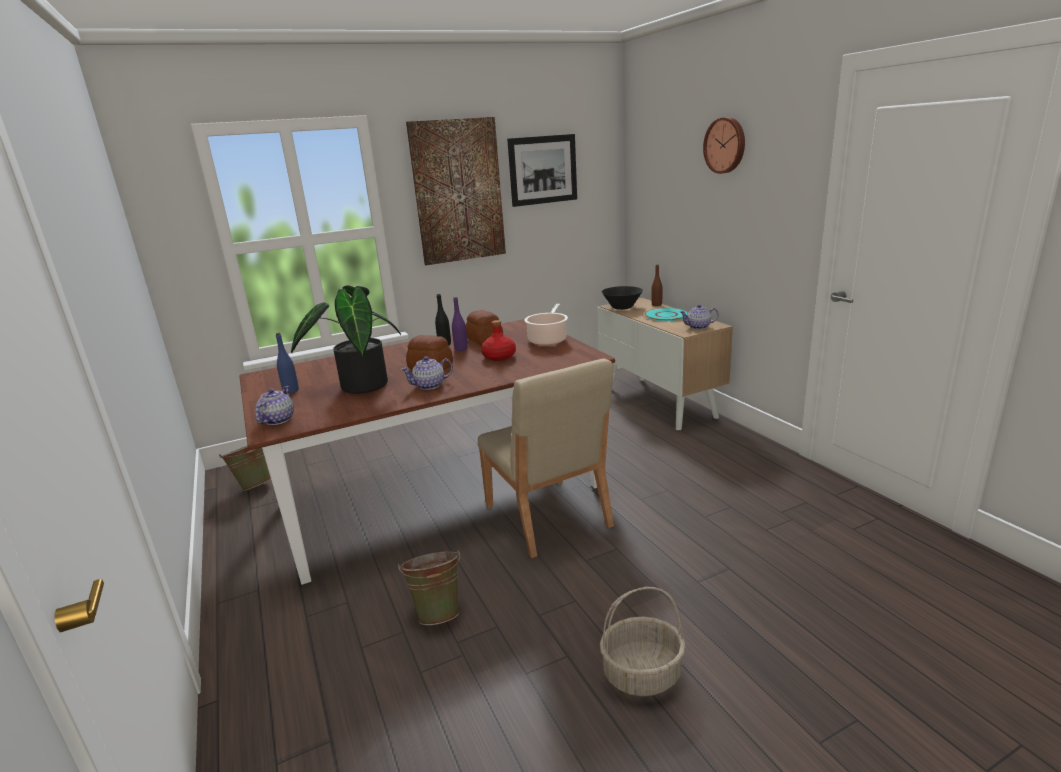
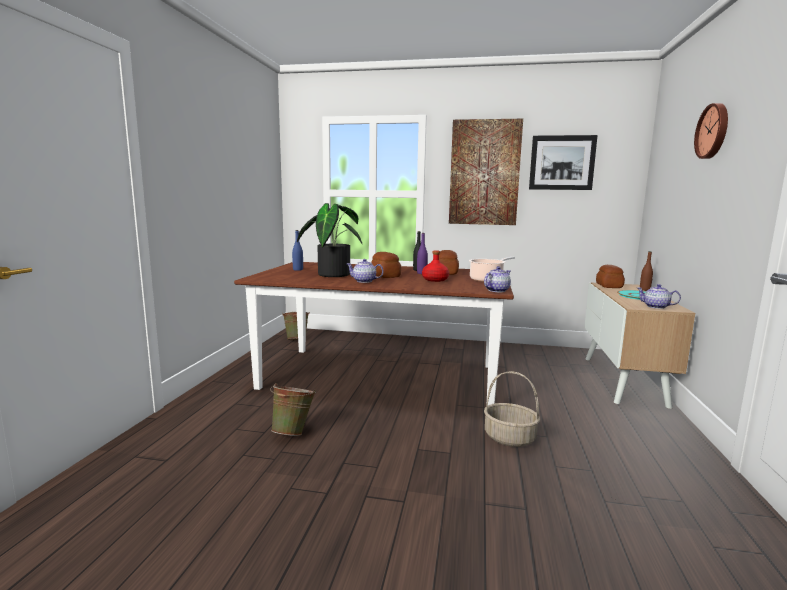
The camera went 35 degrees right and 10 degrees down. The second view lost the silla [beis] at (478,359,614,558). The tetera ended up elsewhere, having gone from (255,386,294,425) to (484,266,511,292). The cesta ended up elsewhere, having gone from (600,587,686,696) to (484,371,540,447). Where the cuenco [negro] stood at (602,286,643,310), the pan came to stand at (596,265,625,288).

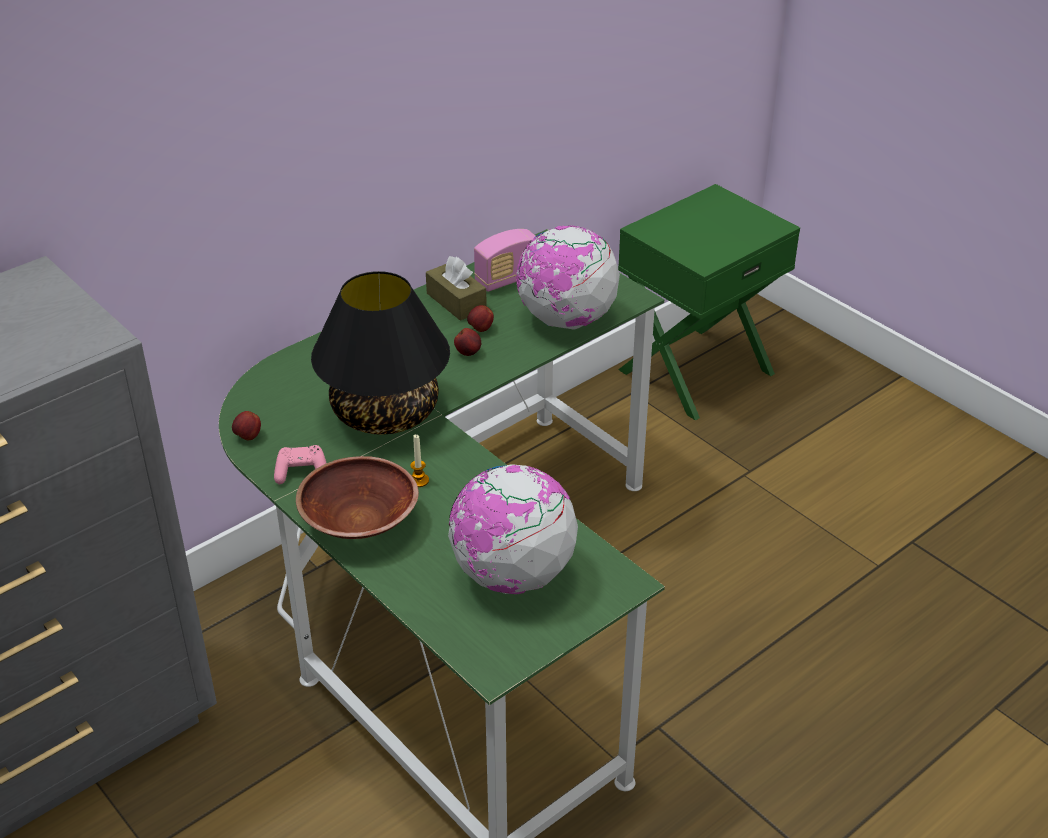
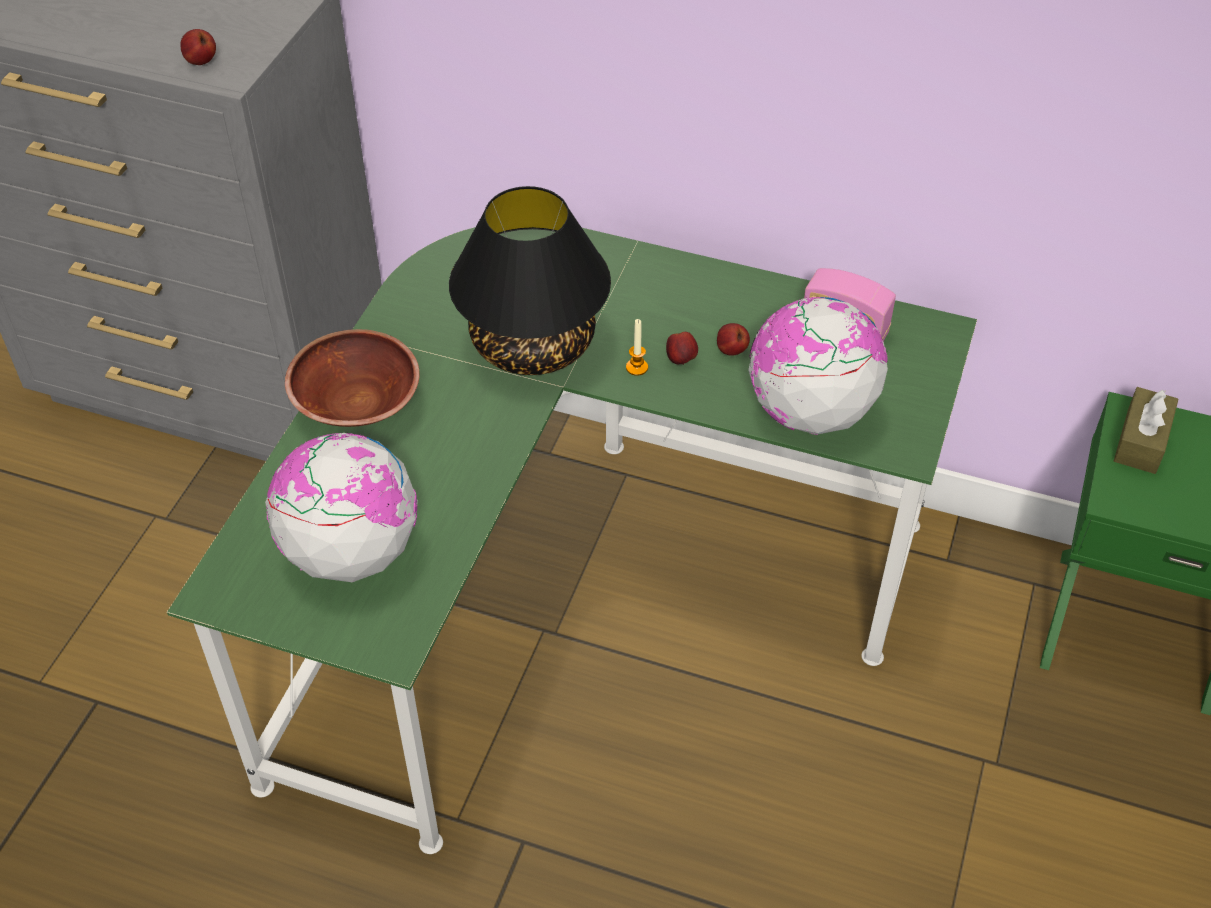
The camera went 60 degrees right and 10 degrees up. The second view lost the mando de consola [rosa] at (274,445,326,484). The manzana ended up elsewhere, having gone from (232,411,261,440) to (180,29,216,65). The vela ended up elsewhere, having gone from (410,435,429,487) to (626,319,648,376). The caja de pañuelos [marrón] ended up elsewhere, having gone from (426,256,487,321) to (1114,387,1179,474).

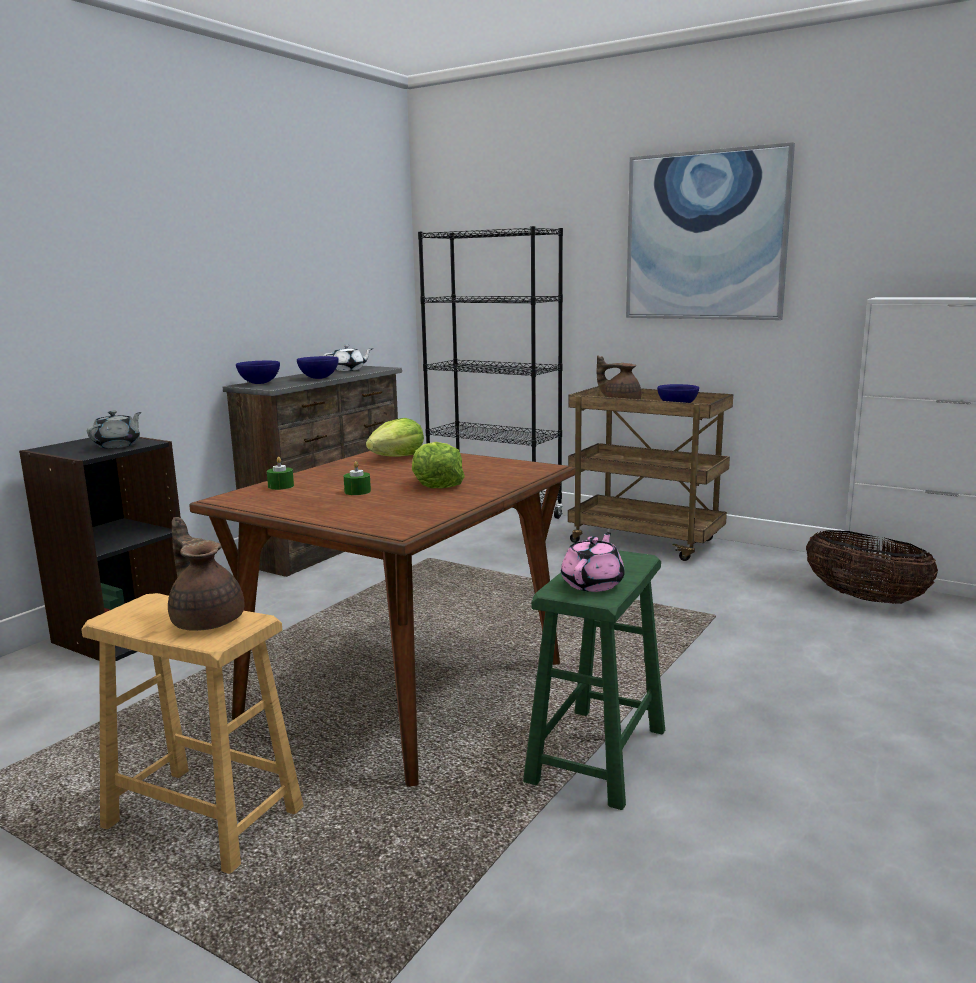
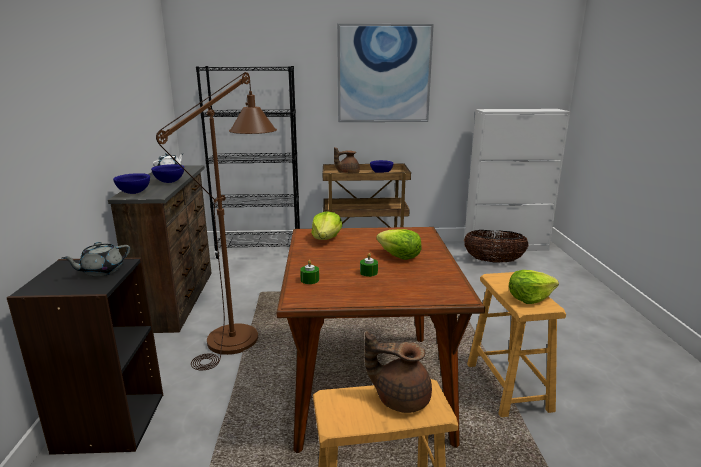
The camera went 35 degrees left and 5 degrees up. The second view gained the lámpara de pie [marrón] at (156,72,277,370). Where the tetera [rosa] stood at (561,532,625,592), the lechuga came to stand at (509,270,559,304). What was the taburete [verde] at (523,550,665,810) turned into the taburete [marrón] at (467,272,566,417). The tetera [gris] at (87,411,141,448) ended up facing another way, 120 degrees counterclockwise from before.

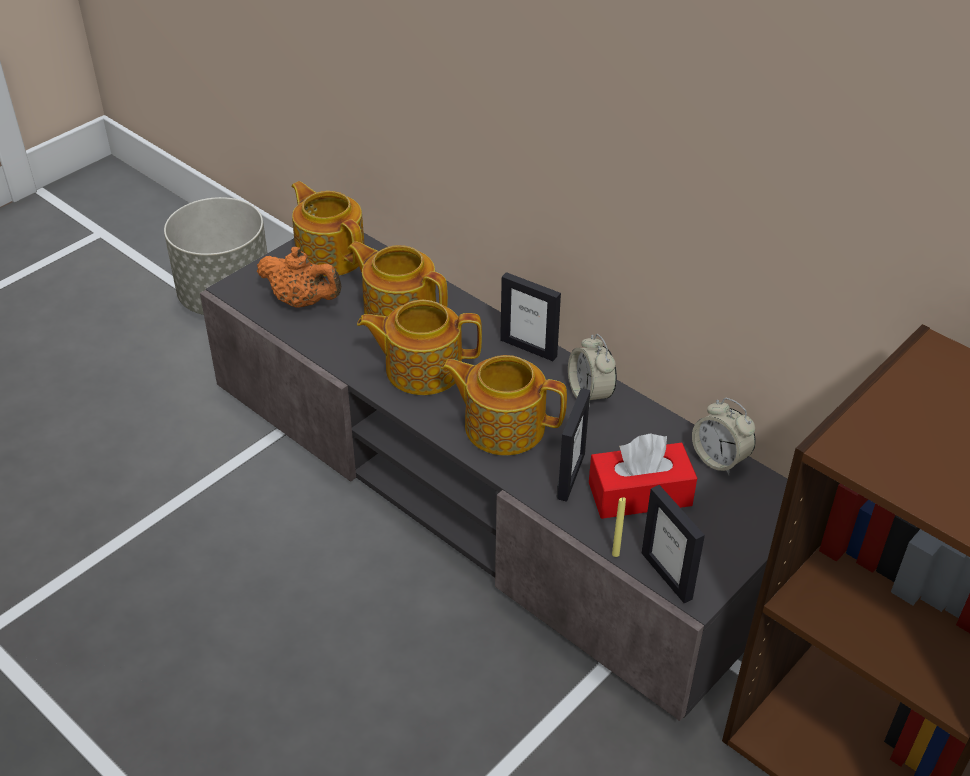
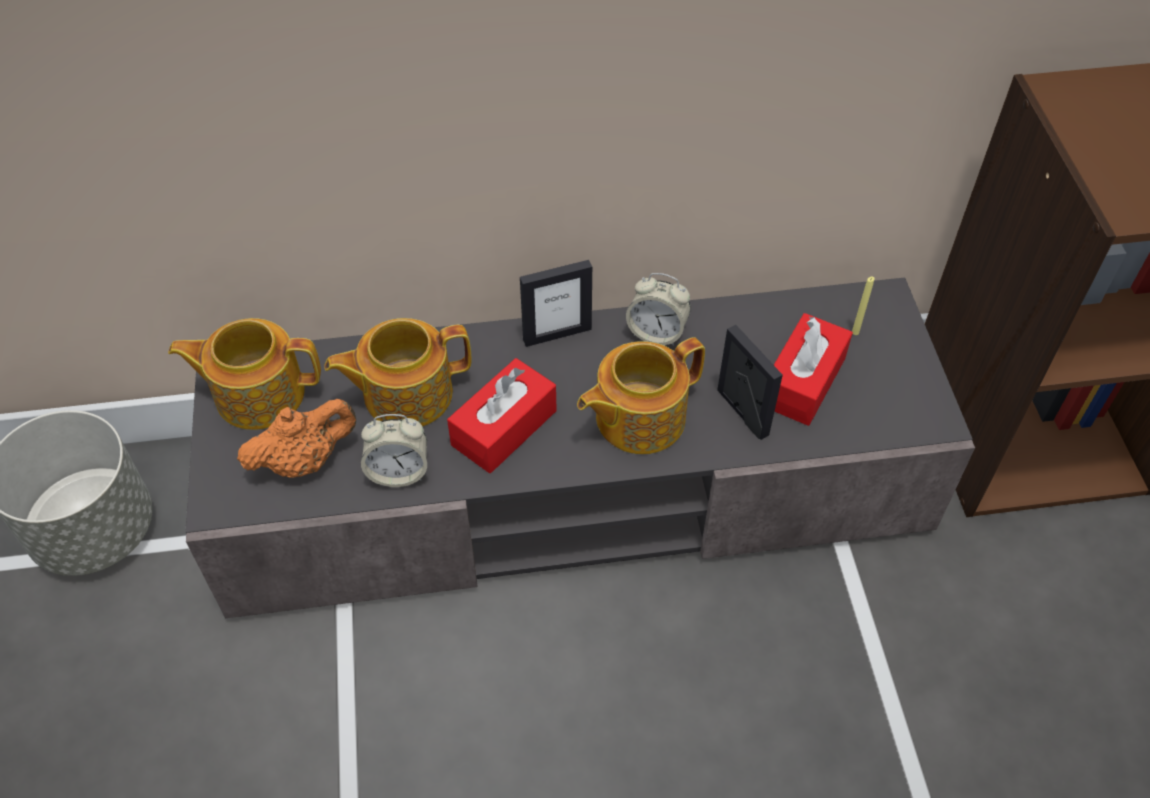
The camera went 50 degrees left and 10 degrees up. The second view lost the portarretratos at (642,485,705,603). The vela [amarillo] ended up elsewhere, having gone from (612,497,626,557) to (852,277,875,335). The despertador ended up elsewhere, having gone from (692,398,756,475) to (361,414,427,487). Where the tetera stood at (357,300,482,395), the caja de pañuelos [rojo] came to stand at (447,358,557,473).

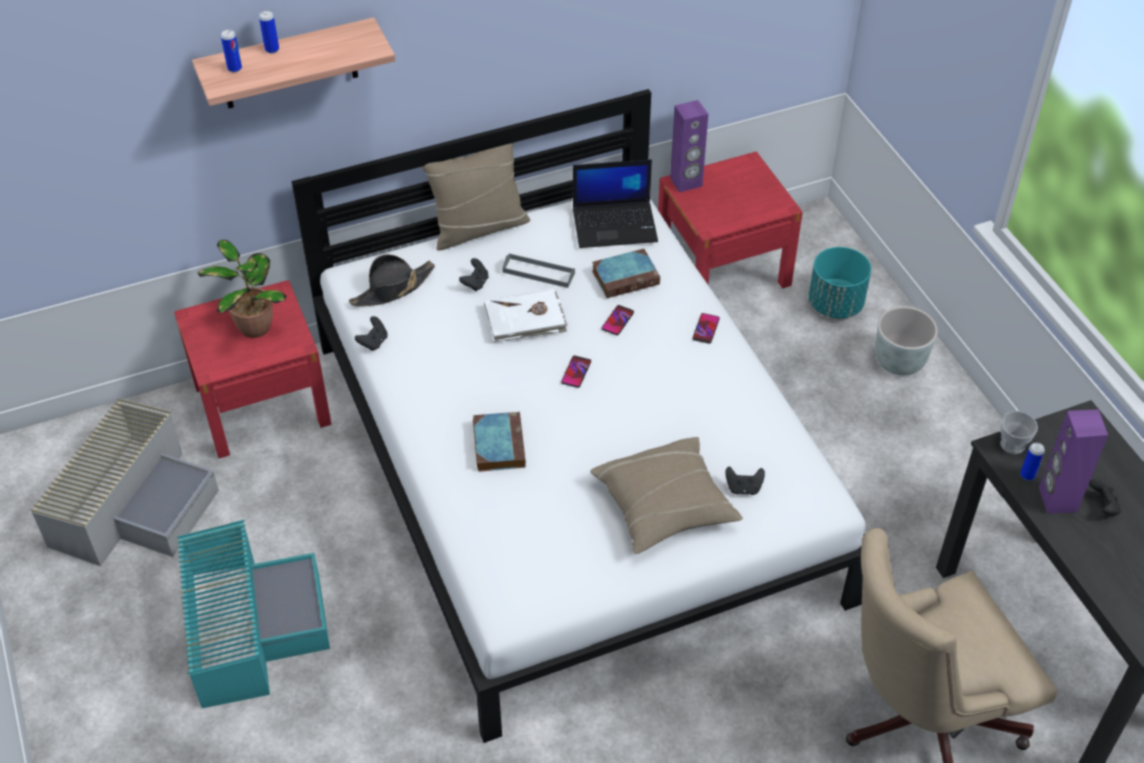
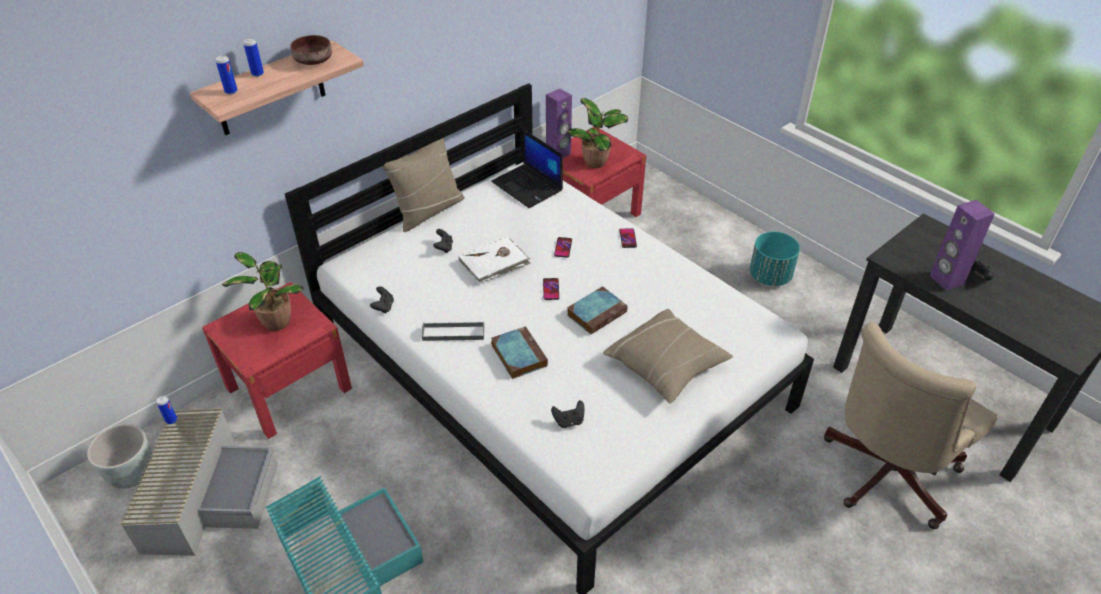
The camera went 20 degrees left and 5 degrees down. The second view lost the sombrero [negro] at (349,254,435,306). The second view lost the taza at (1000,411,1038,454). The second view gained the cuenco [marrón] at (290,35,332,65). The second view gained the planta en maceta at (567,98,628,168). The bandeja [gris] ended up elsewhere, having gone from (502,253,575,288) to (422,322,484,341). The libro ended up elsewhere, having gone from (592,249,660,298) to (567,286,628,334). The mando de consola [negro] ended up elsewhere, having gone from (725,466,765,495) to (551,400,584,428). The maceta [turquesa] ended up elsewhere, having gone from (809,247,871,319) to (750,232,800,286). The maceta [gris] ended up elsewhere, having gone from (875,306,938,376) to (87,424,153,489). The lata ended up elsewhere, having gone from (1020,443,1045,480) to (156,396,177,424). The portátil at (573,159,658,248) ended up facing another way, 75 degrees clockwise from before.

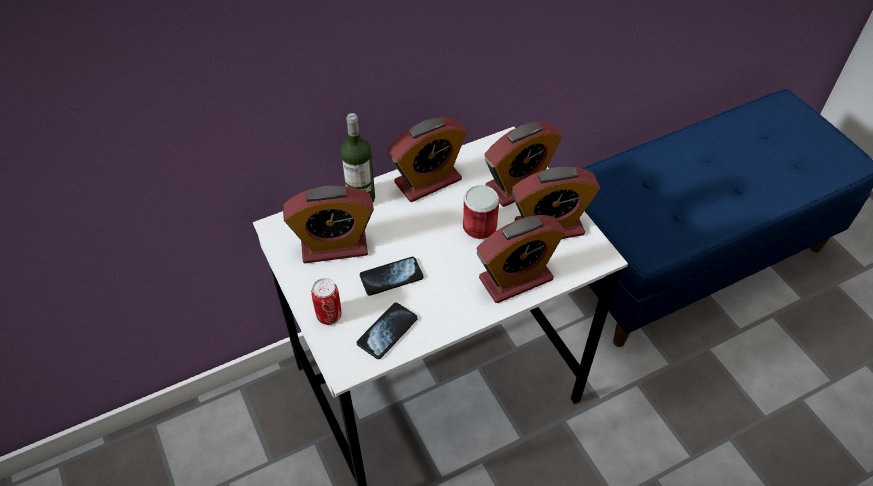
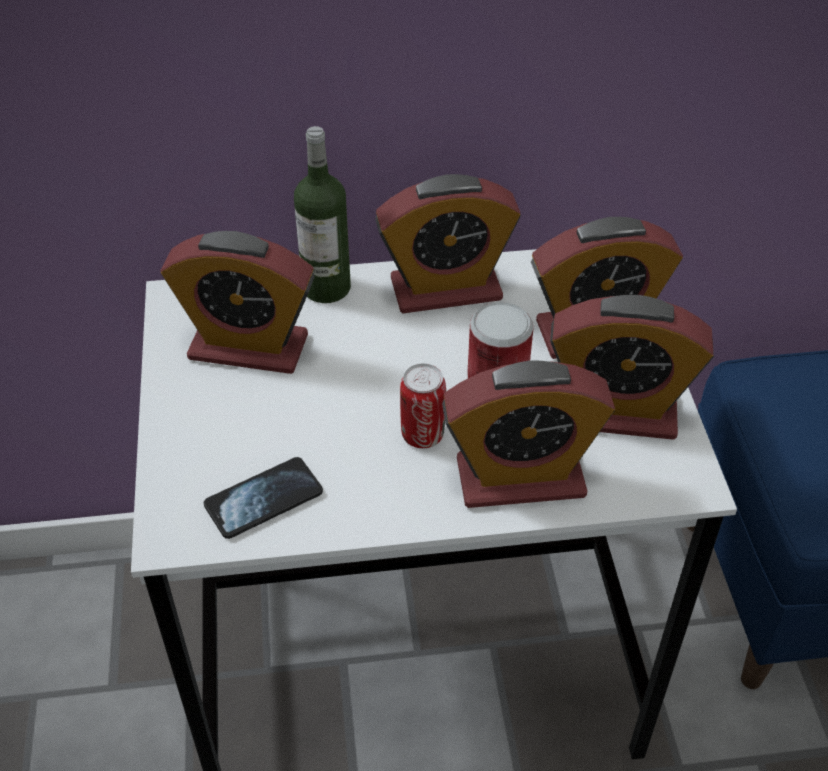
The camera went 20 degrees right and 5 degrees down. The second view lost the móvil at (360,257,424,296). The lata ended up elsewhere, having gone from (311,278,341,325) to (400,364,446,448).

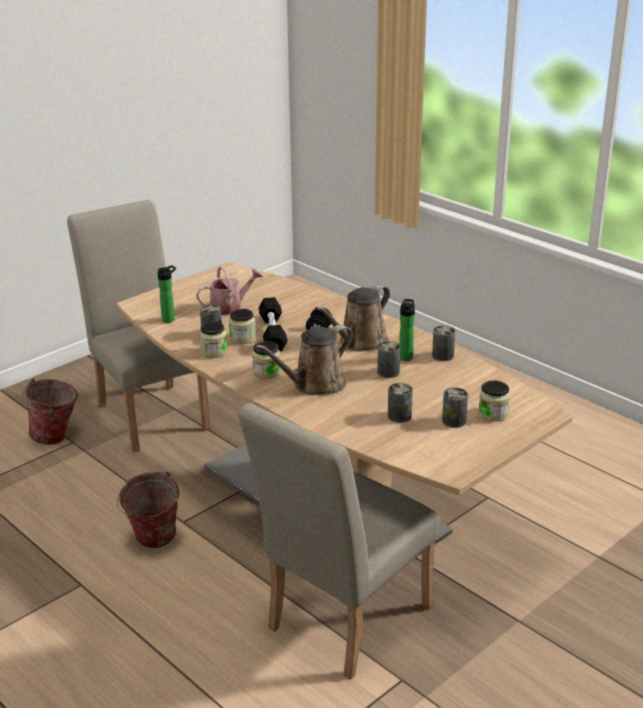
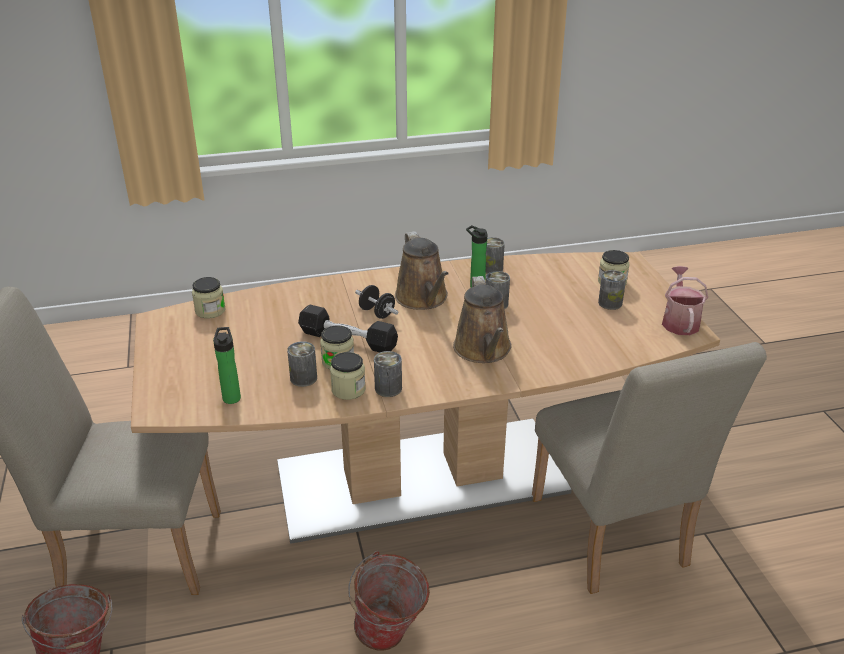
The camera went 60 degrees left and 5 degrees up. The regadera ended up elsewhere, having gone from (196,266,263,315) to (662,266,708,335). The tarro ended up elsewhere, having gone from (252,341,281,379) to (192,277,226,319). The lata ended up elsewhere, having gone from (388,383,413,423) to (374,351,402,397).

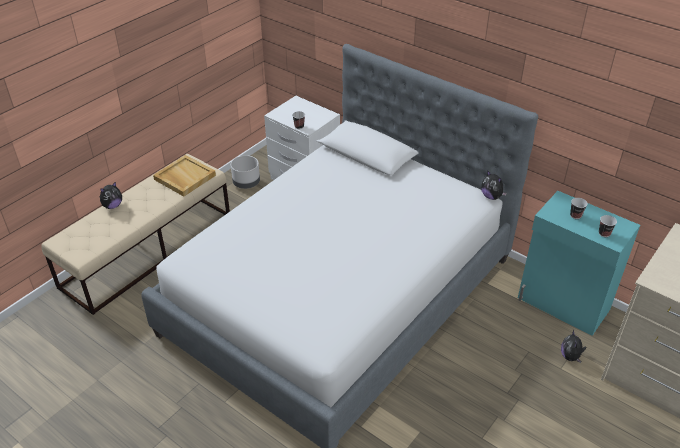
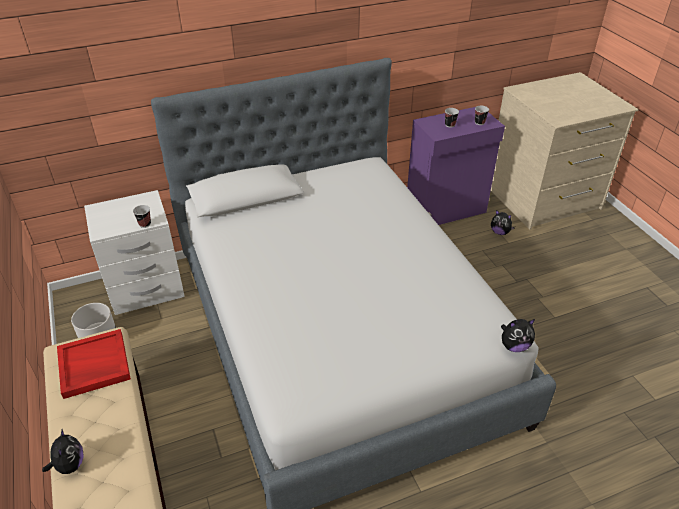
The camera went 60 degrees left and 0 degrees up. The peluche ended up elsewhere, having gone from (481,171,507,200) to (501,319,535,352). What was the bandeja [beis] at (153,155,216,197) turned into the bandeja [rojo] at (57,329,131,399). What was the armario [turquesa] at (518,191,640,336) turned into the armario [morado] at (407,107,505,225).

